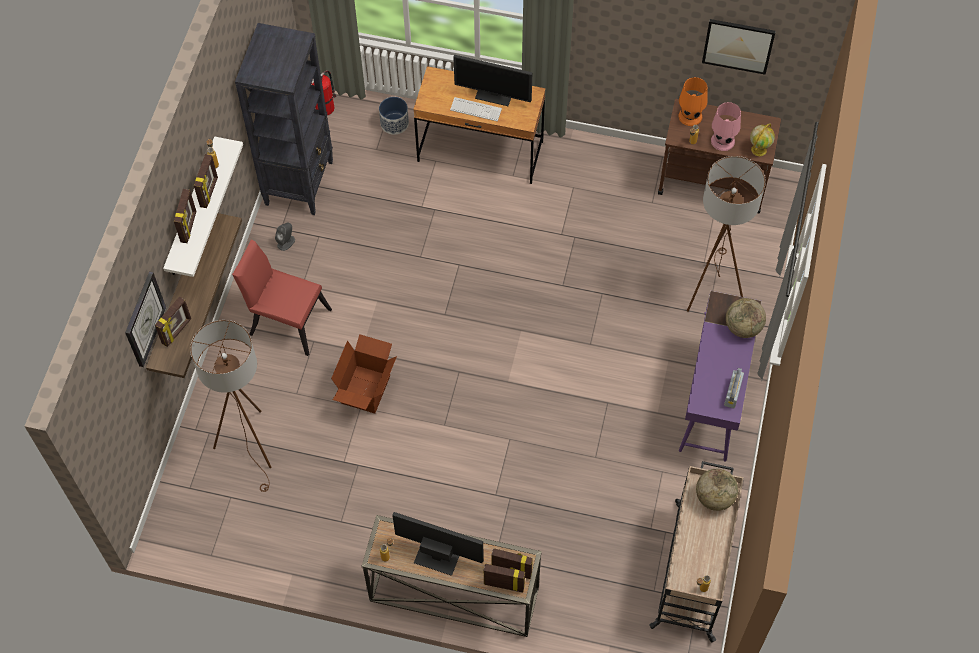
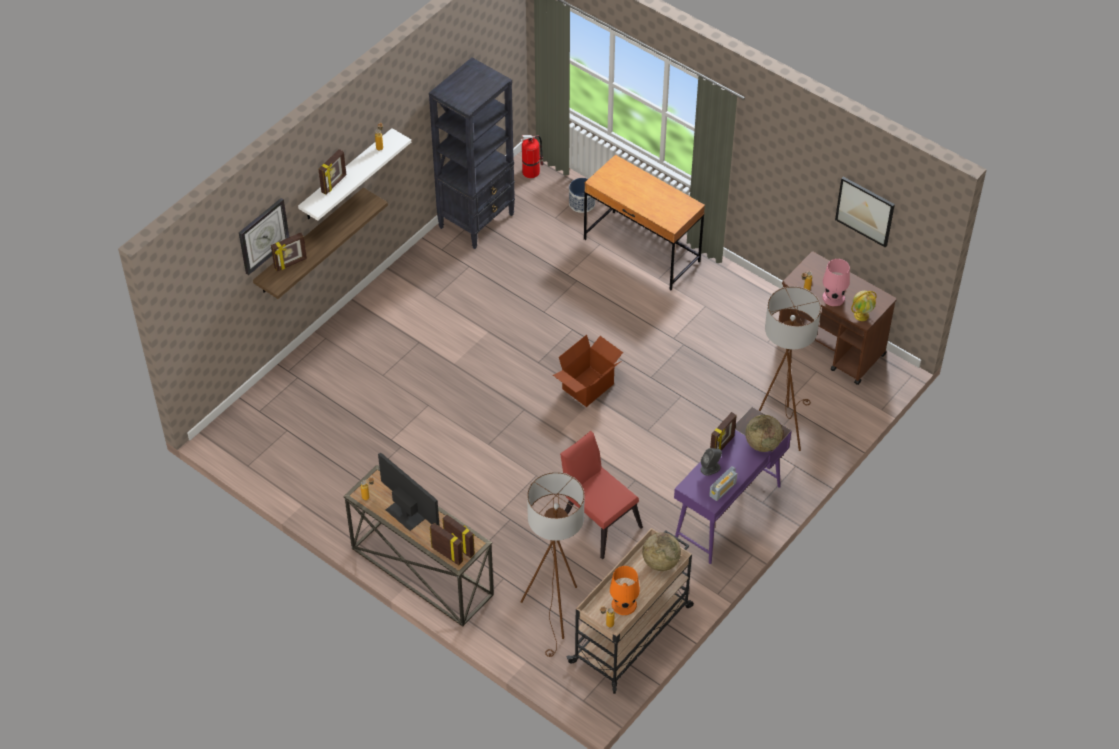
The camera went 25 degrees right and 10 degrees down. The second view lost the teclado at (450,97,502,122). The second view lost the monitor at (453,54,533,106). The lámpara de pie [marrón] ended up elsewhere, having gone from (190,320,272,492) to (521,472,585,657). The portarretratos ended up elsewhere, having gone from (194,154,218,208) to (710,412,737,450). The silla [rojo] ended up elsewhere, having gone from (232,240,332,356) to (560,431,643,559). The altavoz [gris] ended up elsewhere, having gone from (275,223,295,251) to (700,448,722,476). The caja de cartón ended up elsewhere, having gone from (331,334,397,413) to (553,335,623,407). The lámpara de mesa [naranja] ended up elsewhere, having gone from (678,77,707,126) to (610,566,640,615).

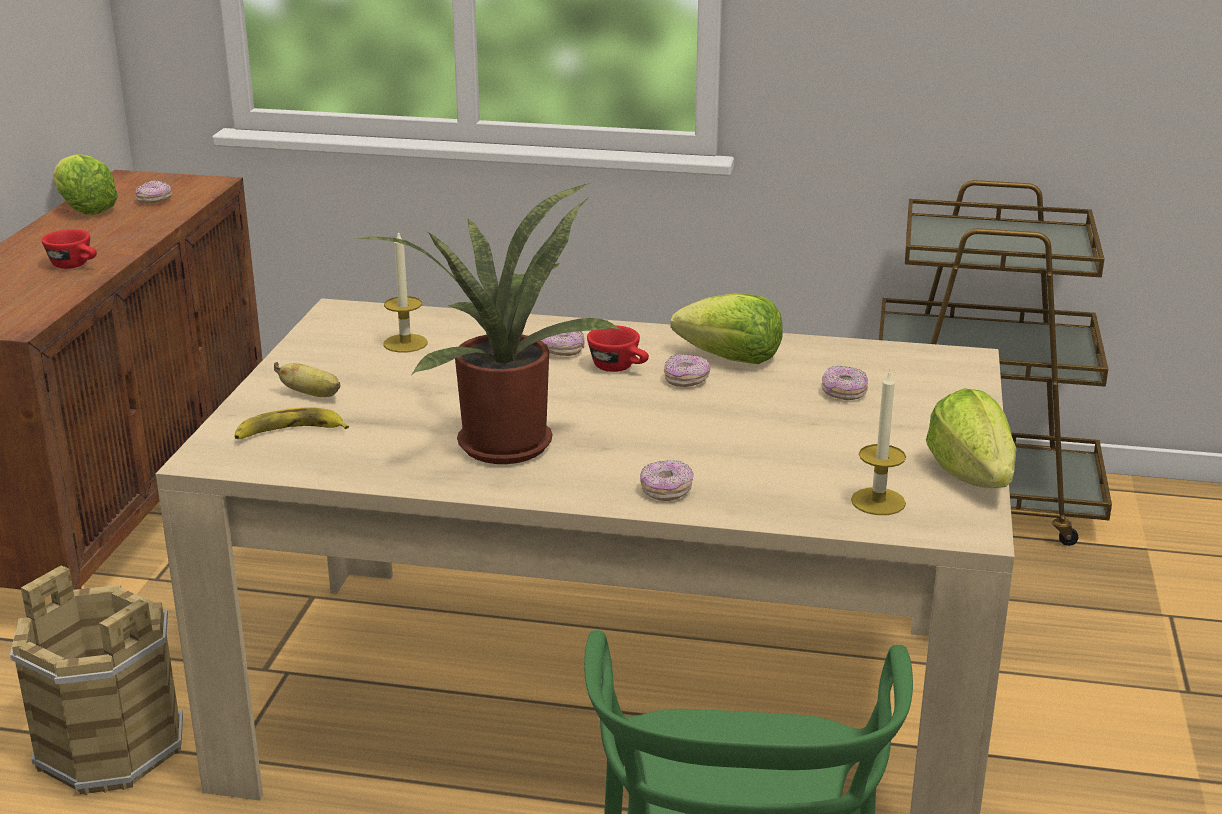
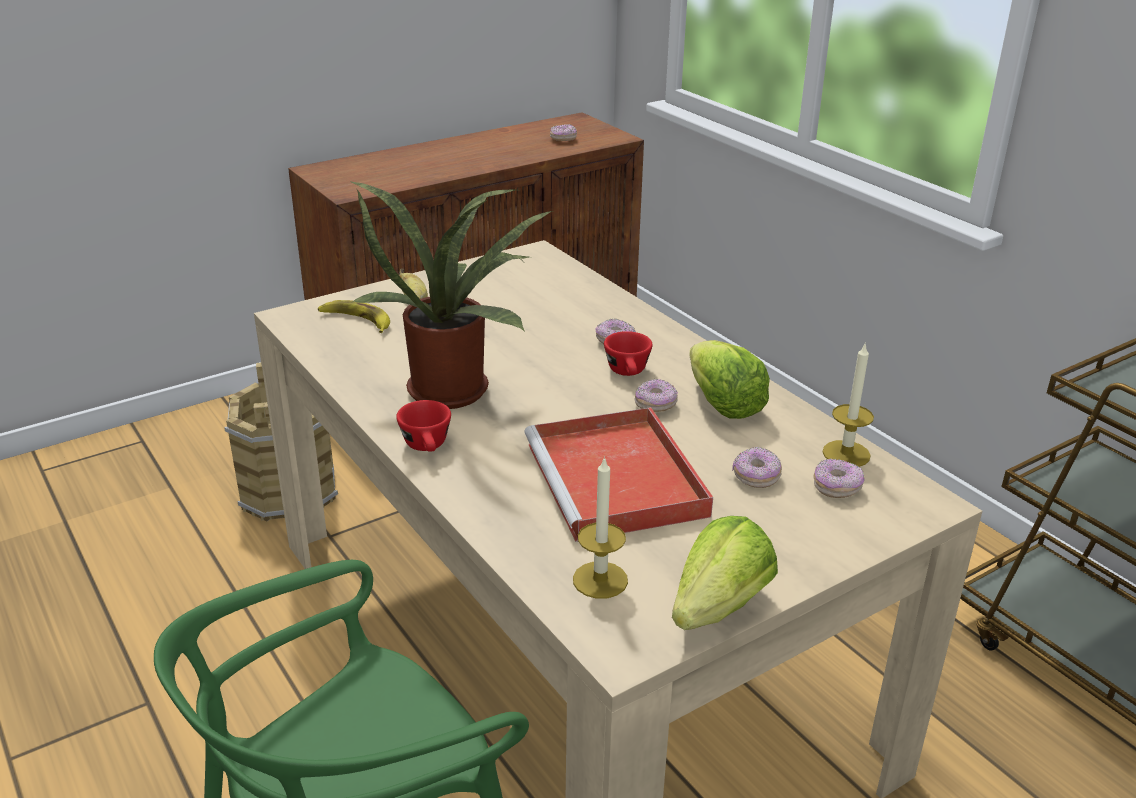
The camera went 45 degrees right and 5 degrees up. The second view lost the lechuga at (53,154,118,215). The second view gained the bandeja [rojo] at (525,407,713,542). The taza [rojo] ended up elsewhere, having gone from (42,229,97,269) to (396,400,451,452). The vela ended up elsewhere, having gone from (383,231,428,353) to (823,342,874,467). The rosquilla ended up elsewhere, having gone from (640,460,694,501) to (814,458,865,498).

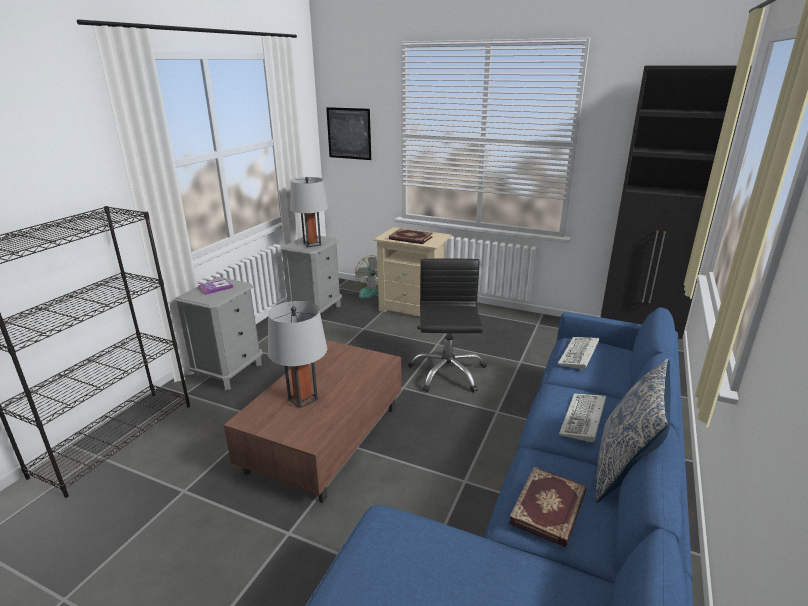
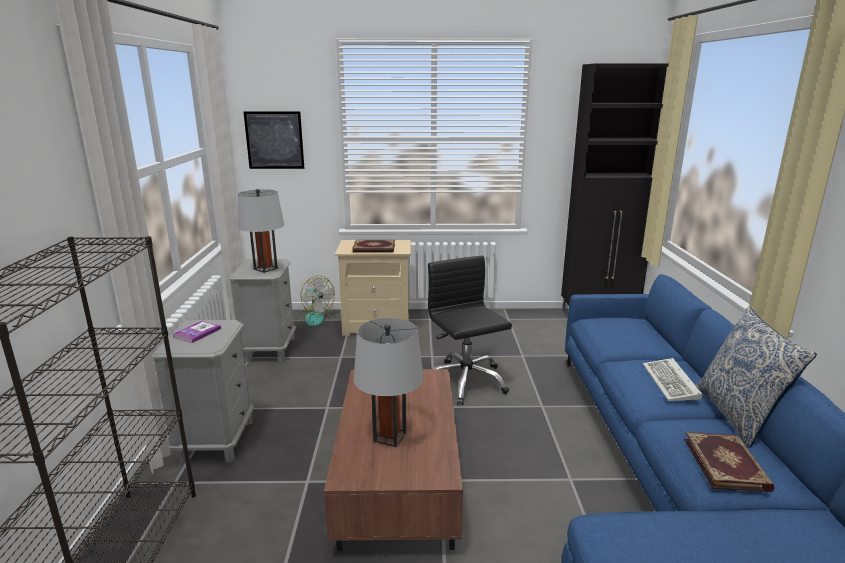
The camera went 25 degrees left and 5 degrees down. The second view lost the teclado at (557,337,599,370).

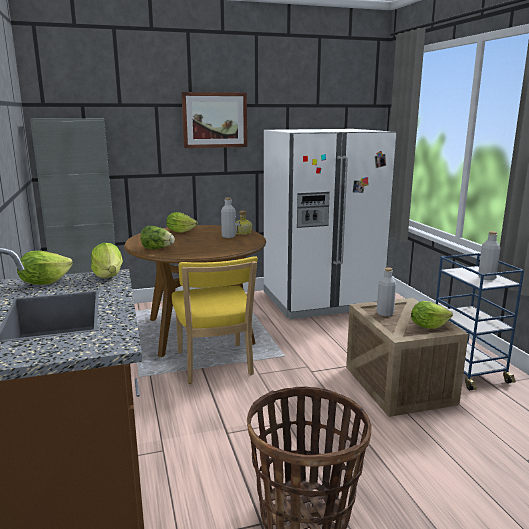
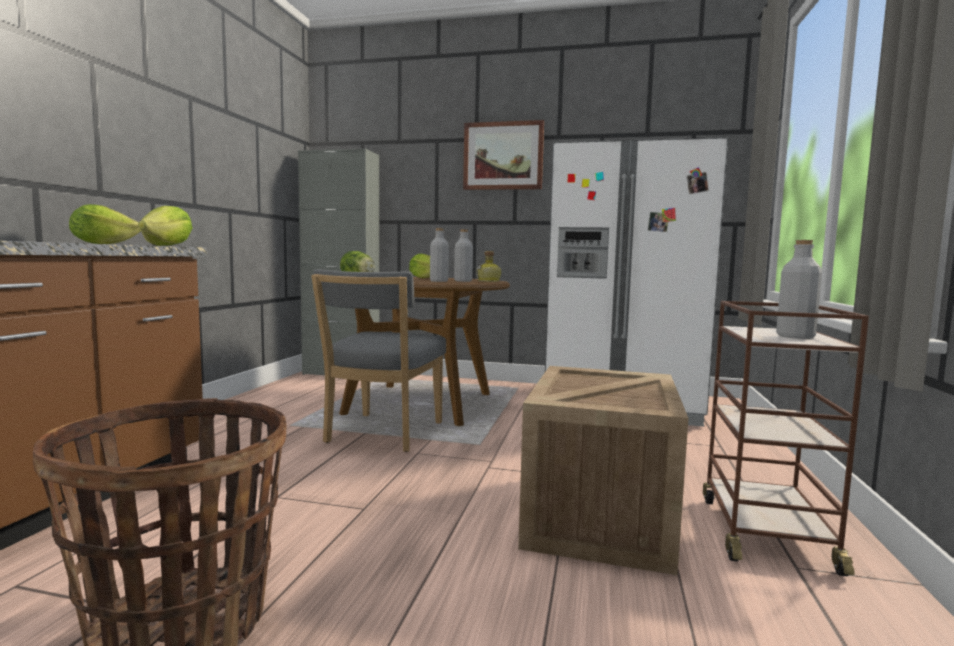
The camera went 30 degrees right and 10 degrees down. The second view lost the lechuga at (411,301,453,329). The botella [gris] ended up elsewhere, having gone from (377,267,396,316) to (430,228,449,282). What was the silla [amarillo] at (172,256,257,384) turned into the silla [gris] at (311,269,446,452). What was the carrito [azul] at (436,253,524,390) turned into the carrito [marrón] at (703,301,869,576).

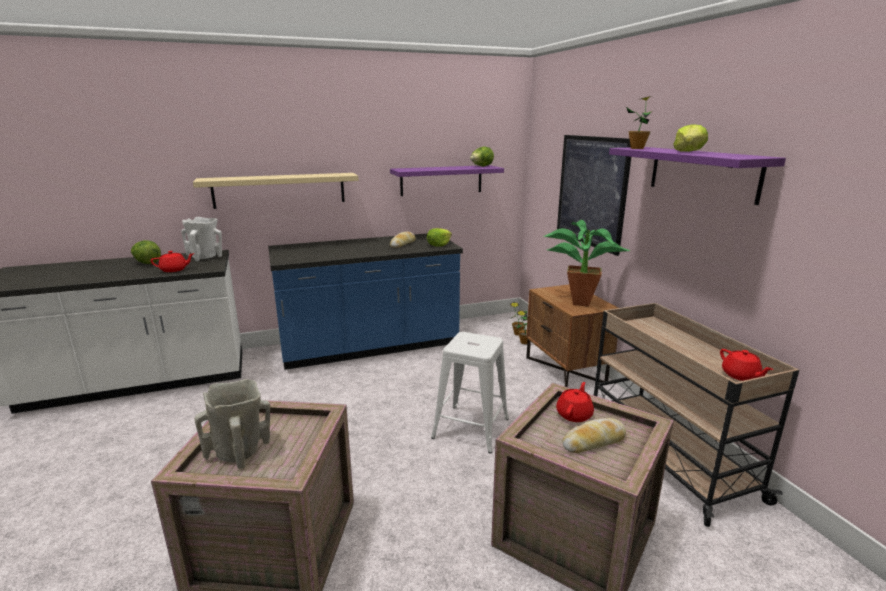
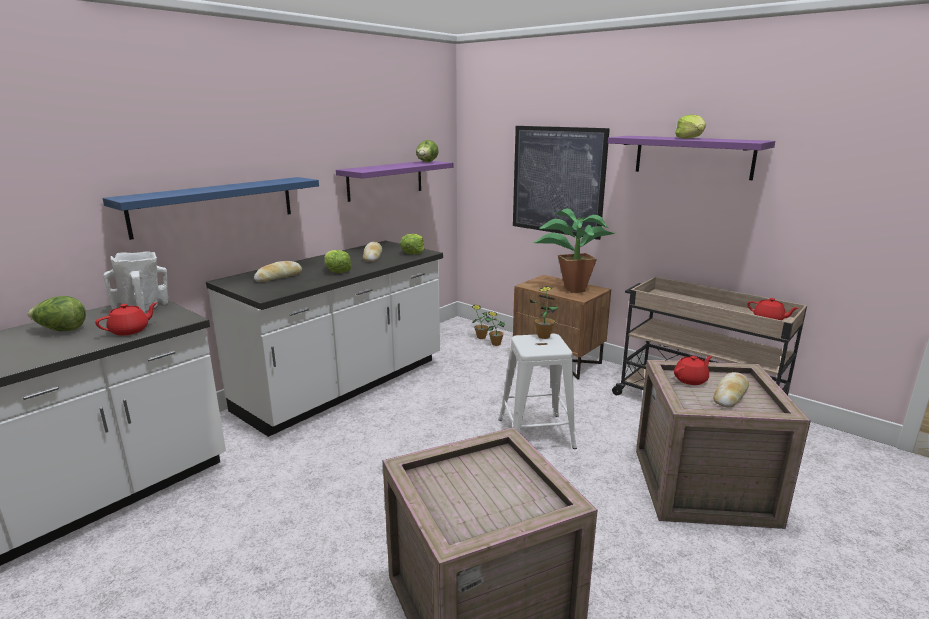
The camera went 30 degrees left and 0 degrees up. The second view lost the florero [beis] at (195,379,270,469). The second view gained the pan at (254,261,302,282). The second view gained the lechuga at (324,250,352,273). The planta en maceta ended up elsewhere, having gone from (626,96,652,149) to (530,286,559,339). What was the estante [beis] at (193,173,359,209) turned into the estante [azul] at (103,177,319,240). What was the mueble bajo de cocina [azul] at (268,233,463,370) turned into the mueble bajo de cocina [blanco] at (206,241,443,437). The tetera [rojo] at (556,382,594,422) ended up facing another way, 60 degrees clockwise from before.

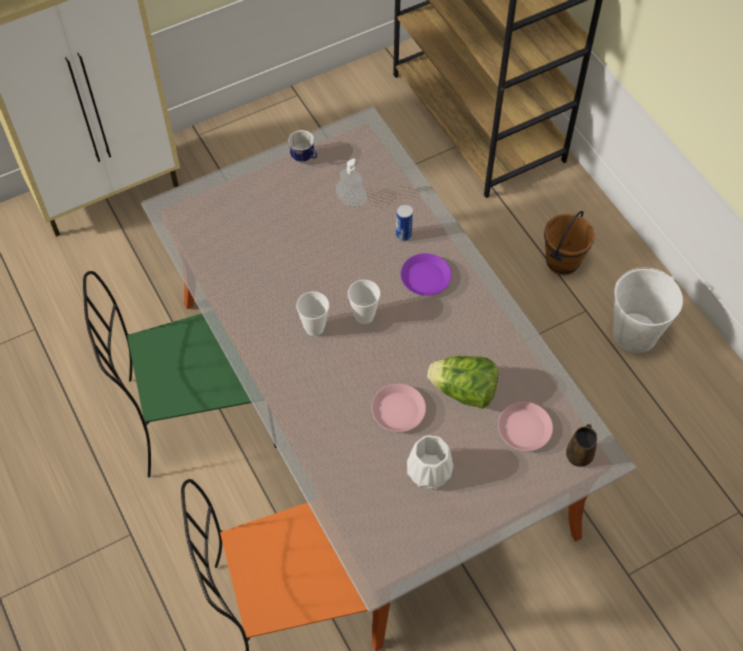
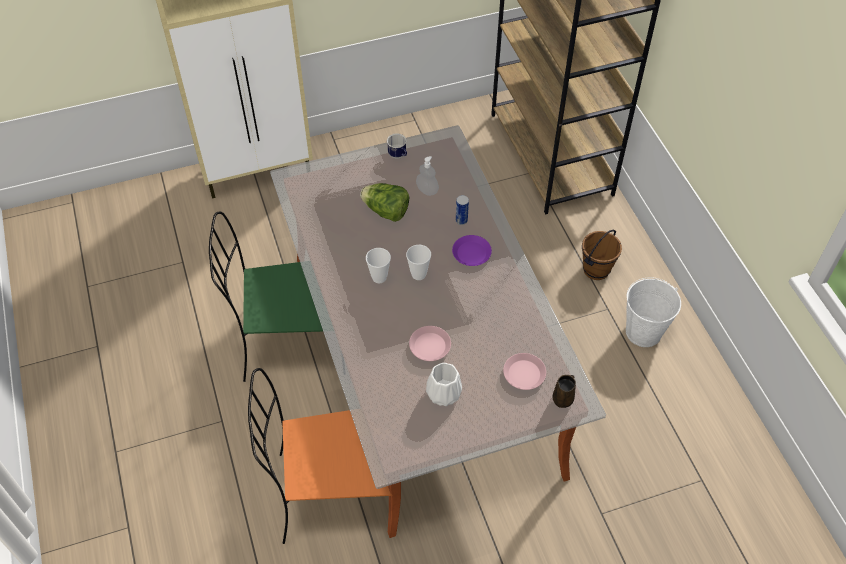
The camera went 10 degrees right and 5 degrees down. The lechuga ended up elsewhere, having gone from (427,356,498,409) to (360,183,409,222).

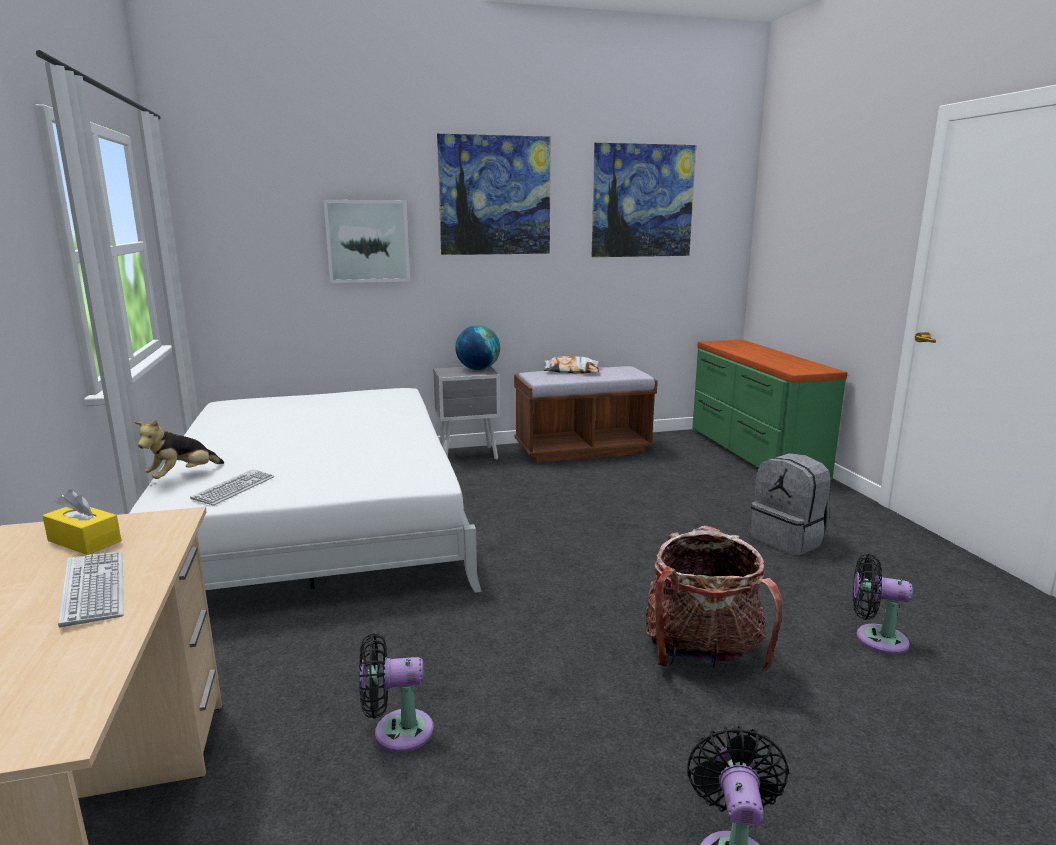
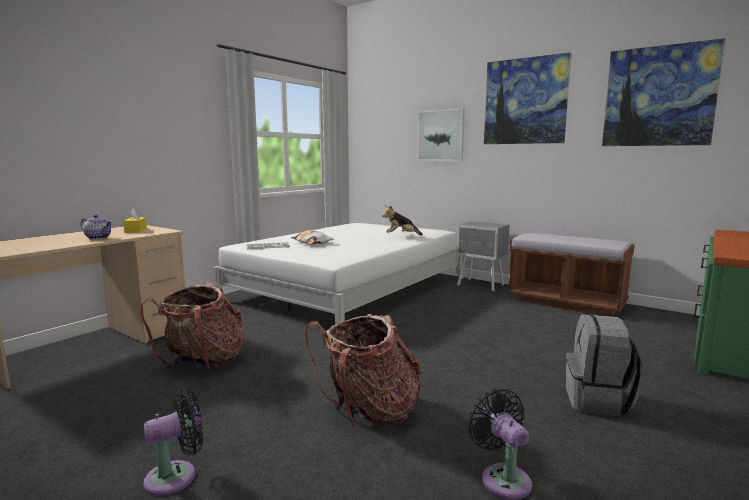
The camera went 50 degrees right and 5 degrees down. The second view lost the globo terráqueo at (455,325,500,370). The peluche ended up elsewhere, having gone from (135,420,224,479) to (382,205,423,235). The cojín ended up elsewhere, having gone from (544,356,600,373) to (291,230,334,245). Where the teclado stood at (58,552,124,628), the tetera came to stand at (81,214,113,239). Where the ventilador [negro] stood at (359,633,434,753), the mochila came to stand at (140,282,244,368).

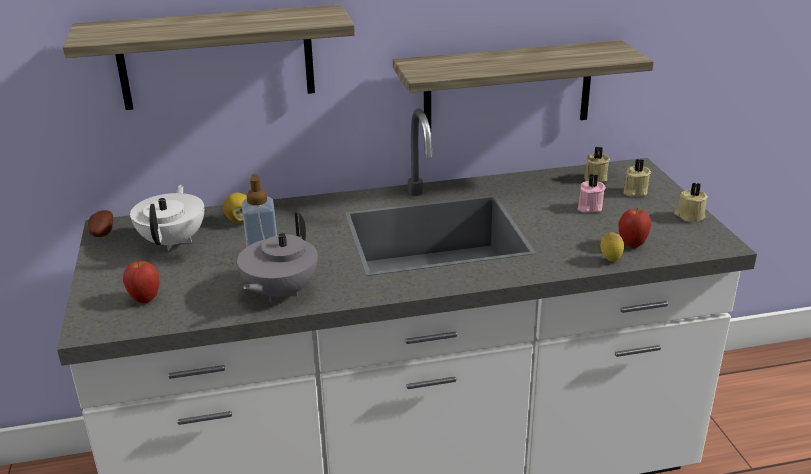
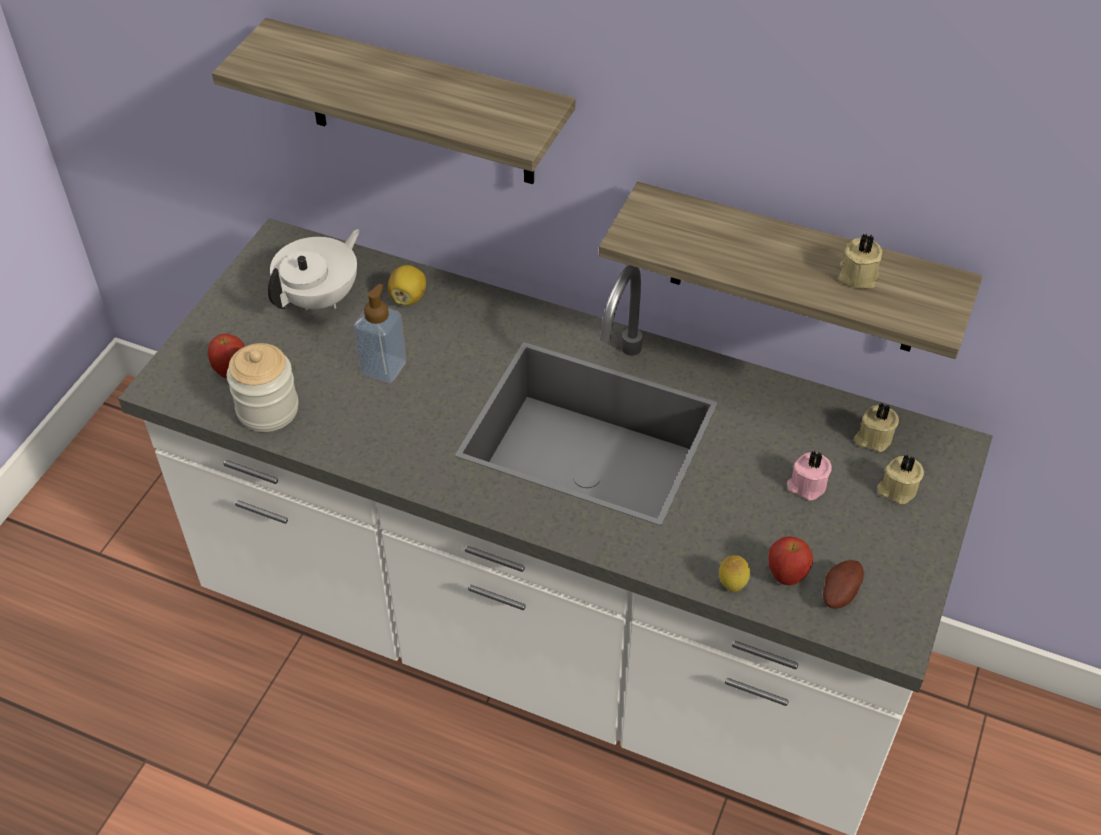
The camera went 35 degrees right and 20 degrees up. The second view lost the tetera [gris] at (237,213,318,303). The second view gained the tarro at (227,343,299,432). The patata ended up elsewhere, having gone from (88,210,113,237) to (823,560,864,609). The vela [beis] ended up elsewhere, having gone from (674,182,708,222) to (839,234,882,288).

